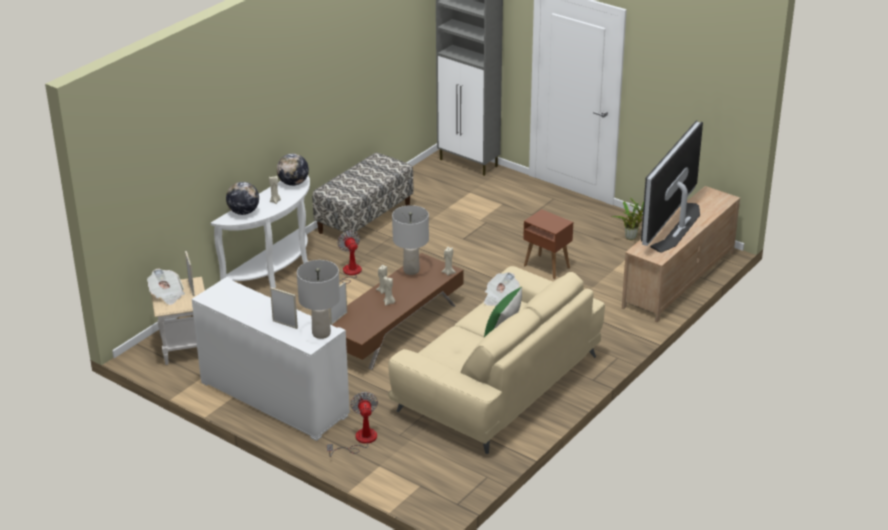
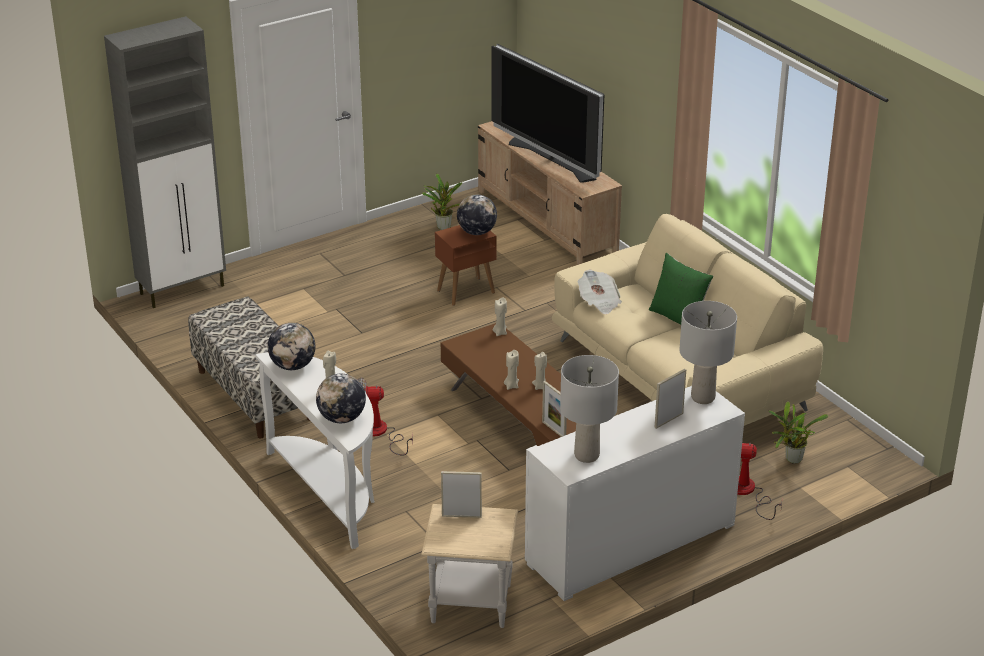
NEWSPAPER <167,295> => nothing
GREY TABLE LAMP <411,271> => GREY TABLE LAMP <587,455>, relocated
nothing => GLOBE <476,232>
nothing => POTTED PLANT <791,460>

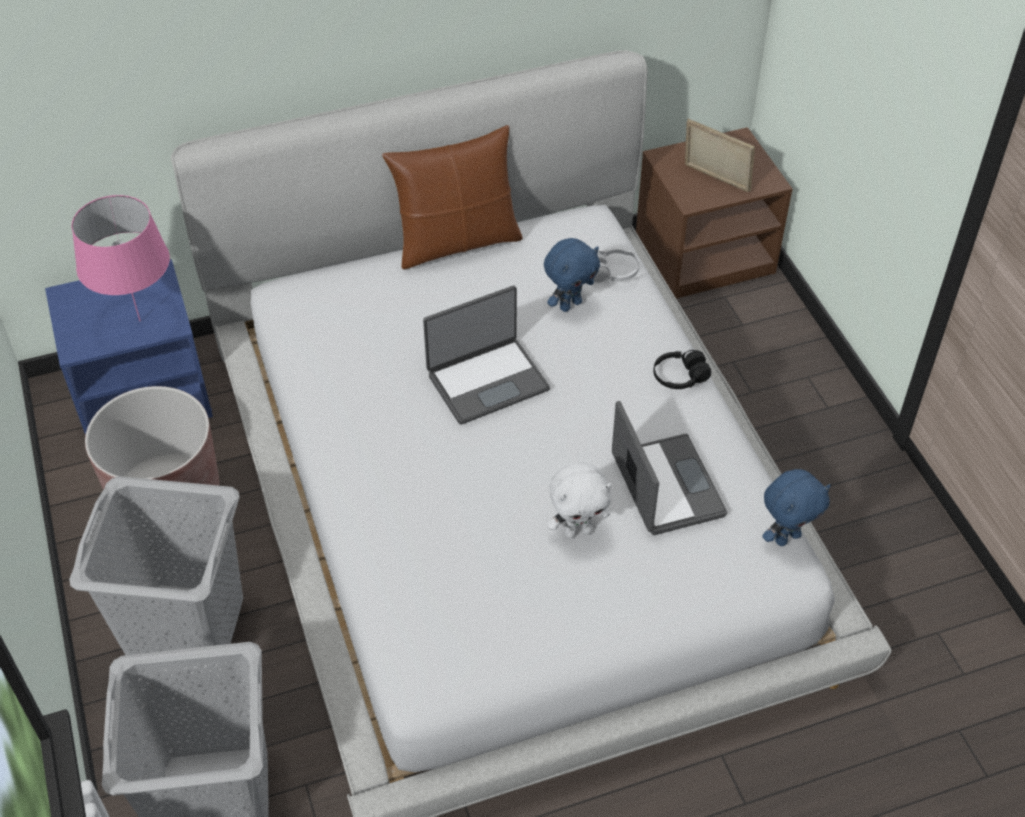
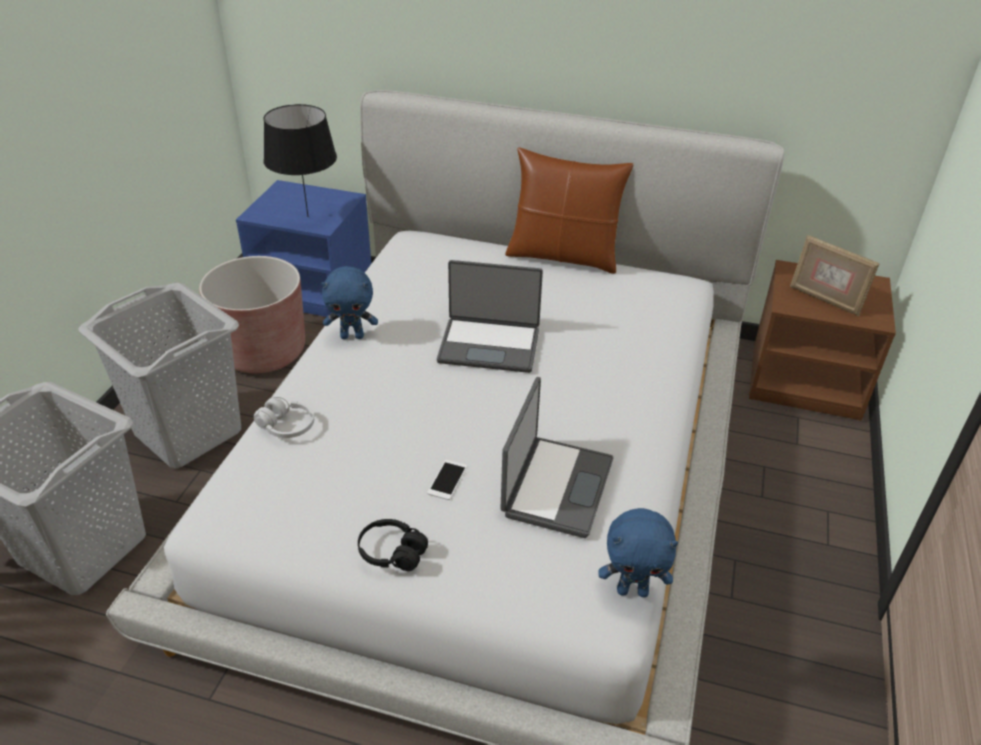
PINK TABLE LAMP <140,320> => BLACK TABLE LAMP <308,216>
BLUE PLUSH TOY <570,304> => BLUE PLUSH TOY <352,336>, relocated
WHITE PLUSH TOY <578,531> => PHONE <447,480>
WHITE HEADPHONES <612,272> => WHITE HEADPHONES <286,426>, relocated
BLACK HEADPHONES <680,377> => BLACK HEADPHONES <392,553>, relocated
PICTURE FRAME <715,179> => PICTURE FRAME <825,300>, 150 degrees clockwise

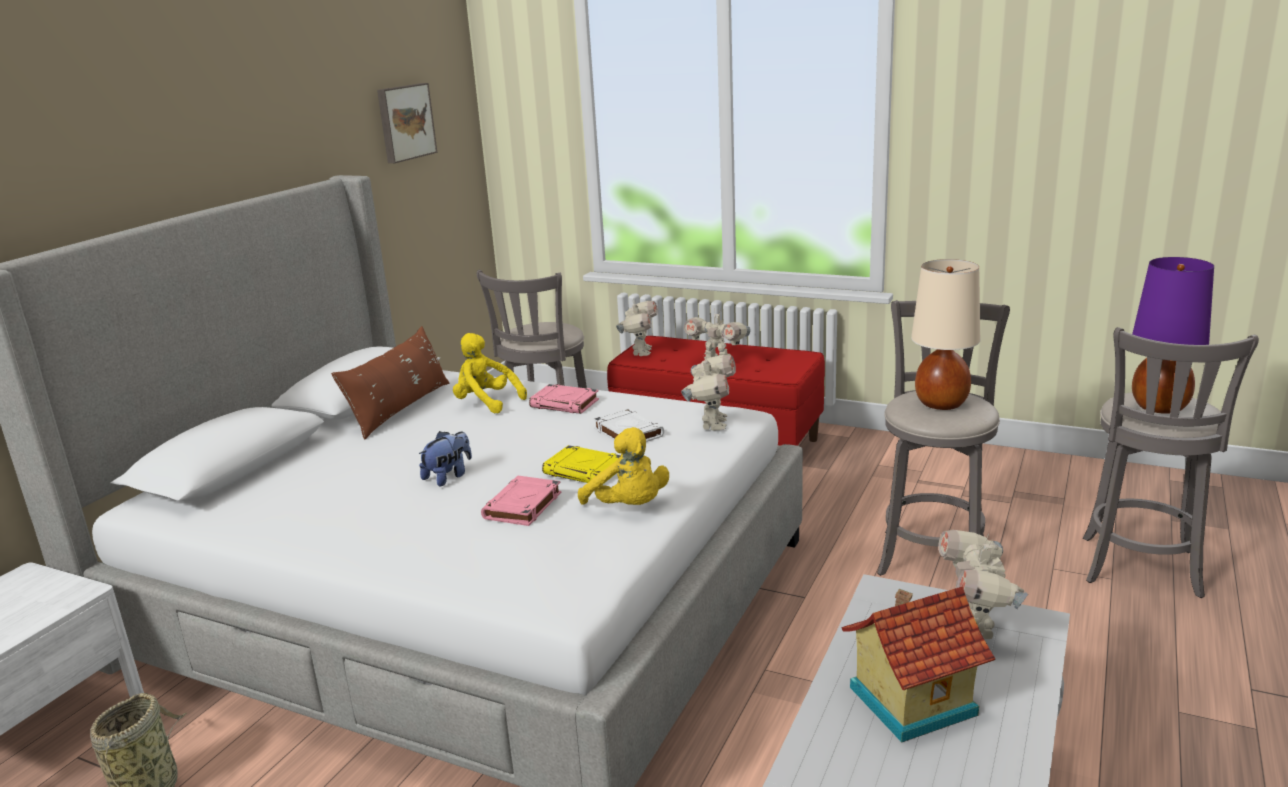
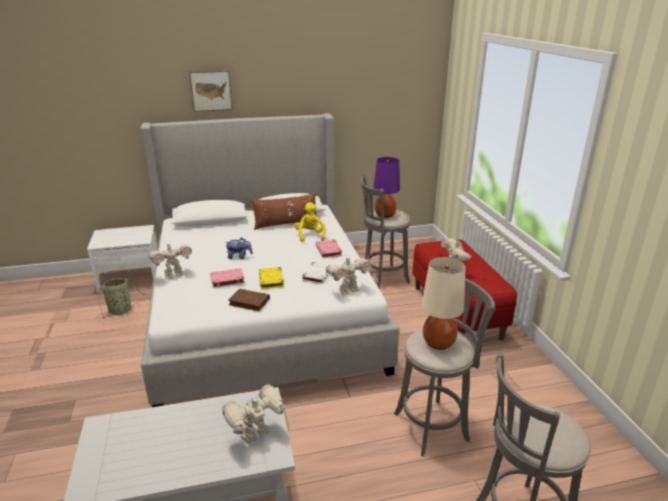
PICTURE <404,122> => PICTURE <211,90>, relocated
YELLOW PLUSH TOY <629,507> => BROWN BOOK <248,302>
TOY ROBOT <640,352> => TOY ROBOT <174,275>, relocated
TOY HOUSE <909,699> => nothing
PURPLE TABLE LAMP <1160,407> => PURPLE TABLE LAMP <385,215>, relocated

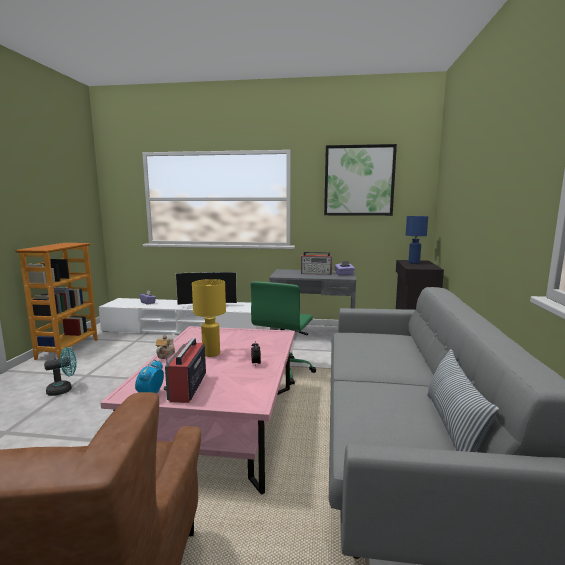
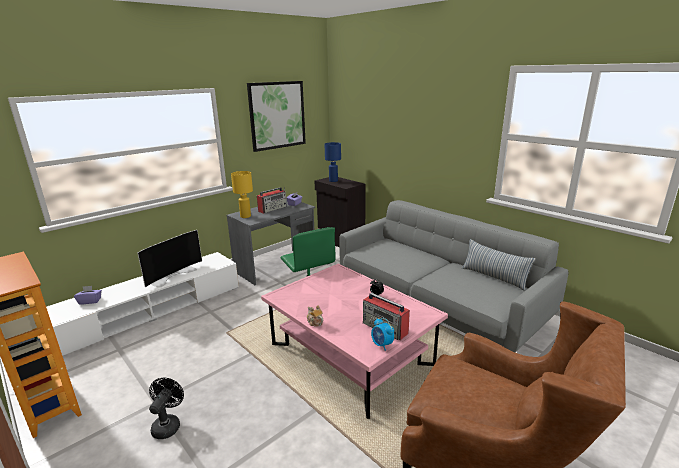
TURQUOISE FAN <64,389> => BLACK FAN <168,425>
YELLOW TABLE LAMP <211,353> => YELLOW TABLE LAMP <245,216>, relocated

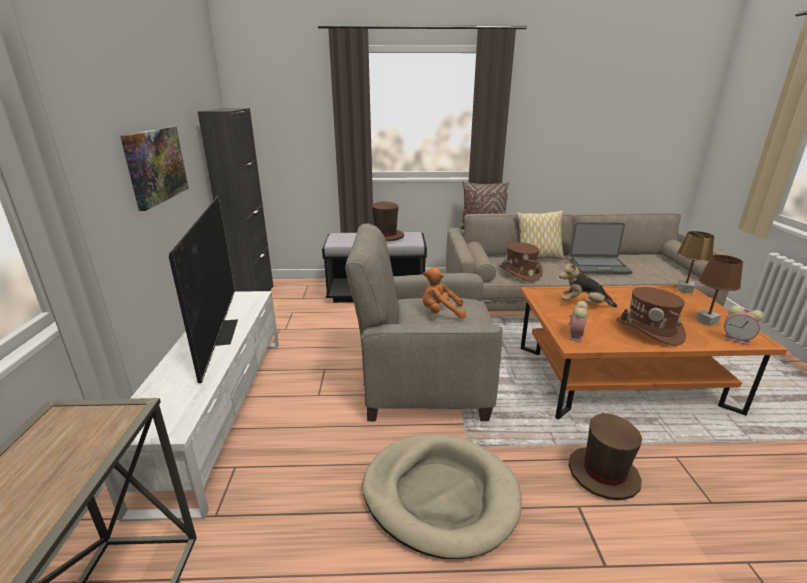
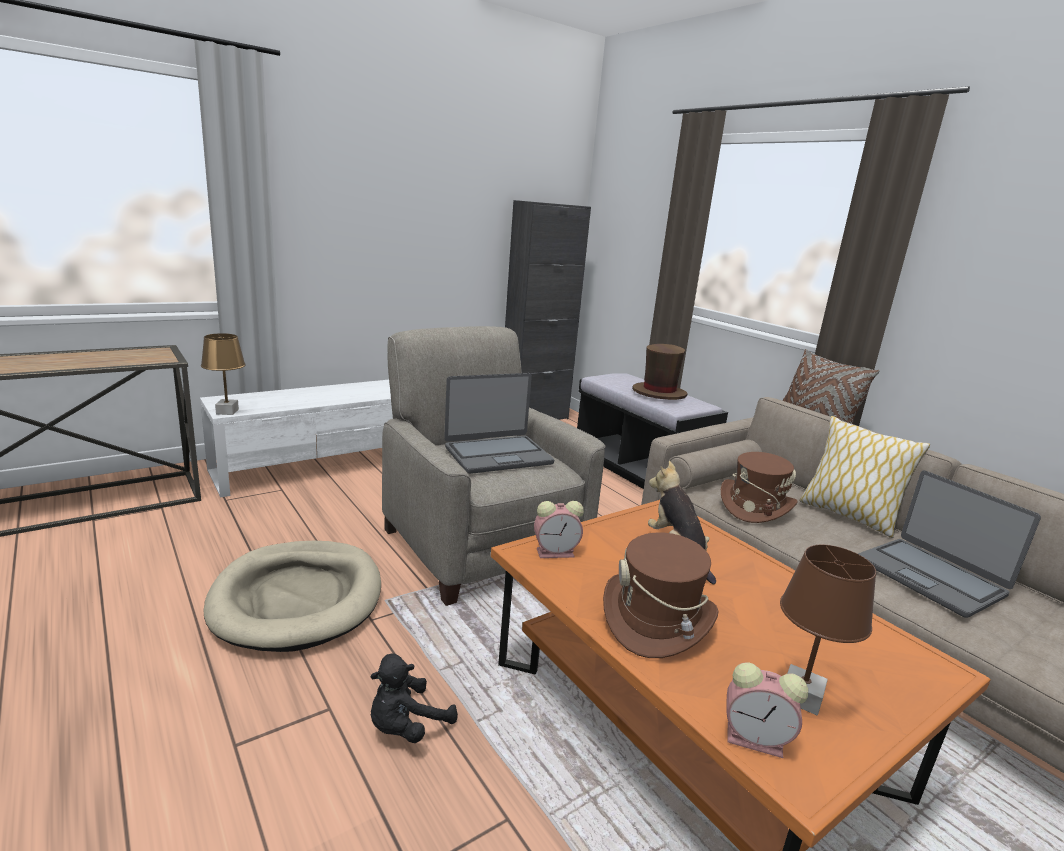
PICTURE <155,165> => nothing
TELEVISION <219,331> => nothing
ORANGE PLUSH TOY <440,313> => LAPTOP <497,455>
BROWN HAT <603,474> => BLACK PLUSH TOY <406,727>
BROWN TABLE LAMP <685,290> => BROWN TABLE LAMP <227,412>, relocated
ALARM CLOCK <737,340> => ALARM CLOCK <757,740>, 75 degrees counterclockwise

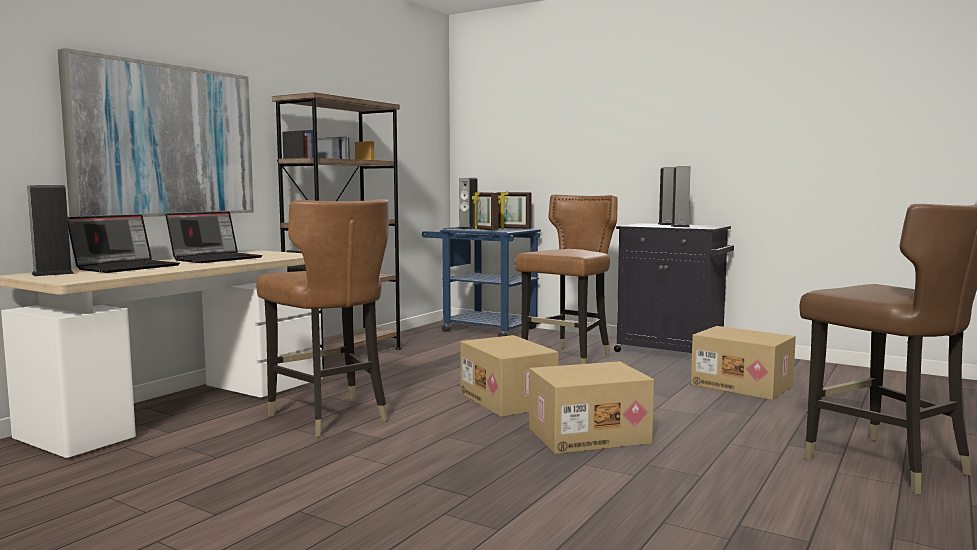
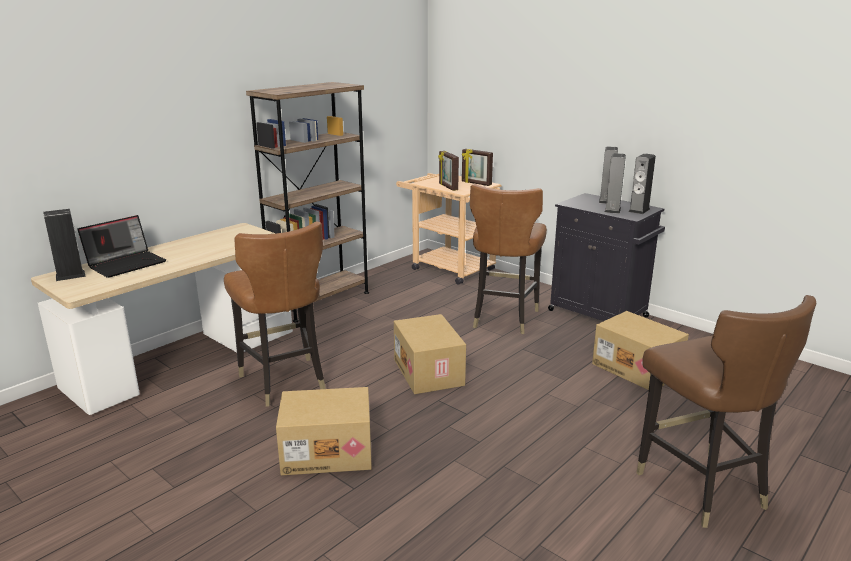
PICTURE <163,141> => nothing
LAPTOP <216,259> => nothing
BLUE CART <482,329> => BEIGE CART <447,267>
SPEAKER <468,228> => SPEAKER <639,210>, relocated
BROWN CHAIR <568,359> => BROWN CHAIR <503,318>, 150 degrees clockwise
CARDBOARD BOX <589,435> => CARDBOARD BOX <328,451>, relocated

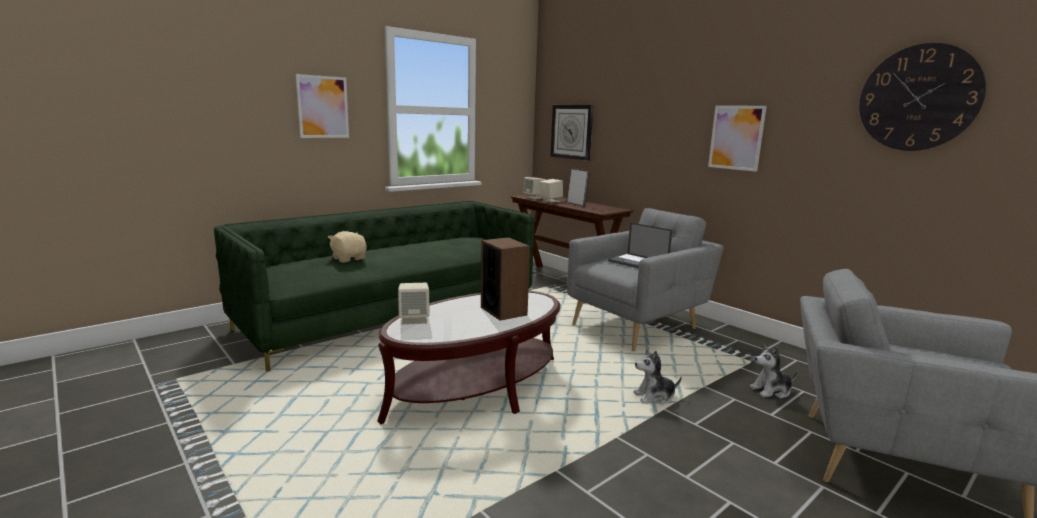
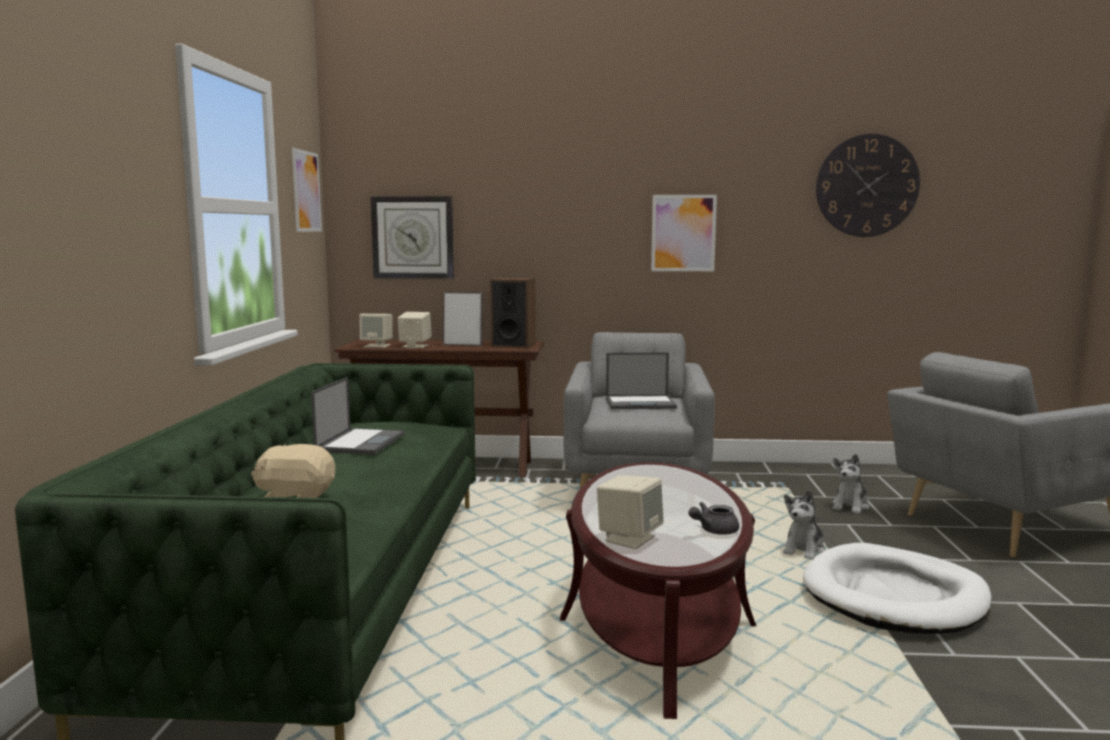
PICTURE <323,107> => PICTURE <306,191>, relocated
SPEAKER <503,311> => SPEAKER <513,345>, relocated
nothing => LAPTOP <361,442>
nothing => GREY TEAPOT <713,531>
nothing => WHITE DOG BED <894,596>

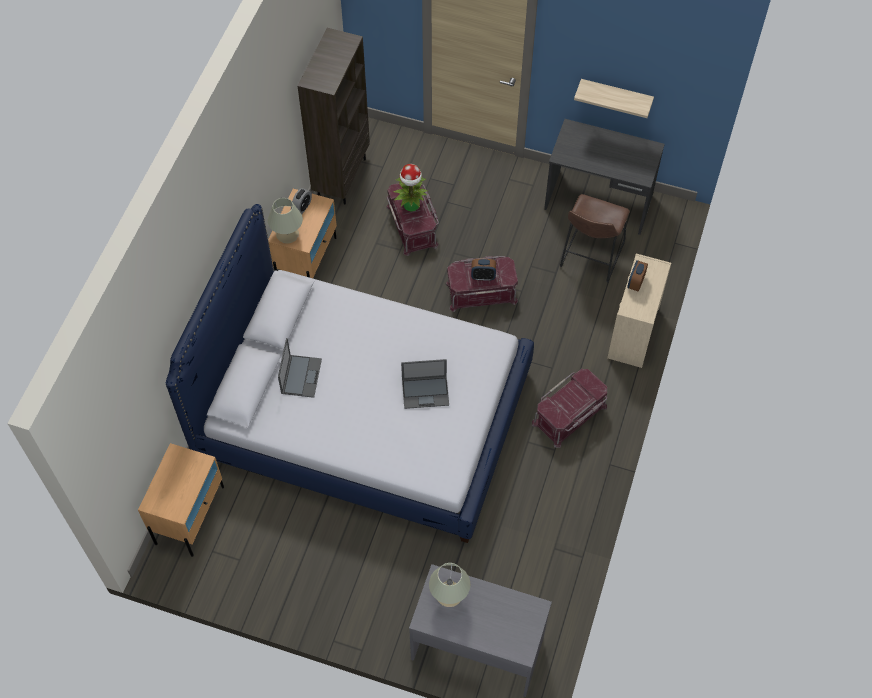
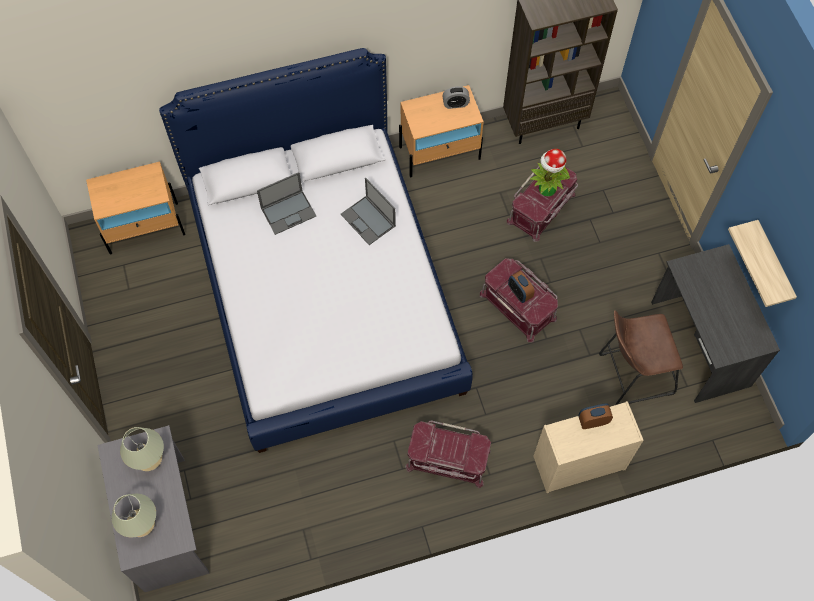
BEIGE TABLE LAMP <287,234> => BEIGE TABLE LAMP <140,523>, relocated
LAPTOP <426,392> => LAPTOP <368,220>, relocated

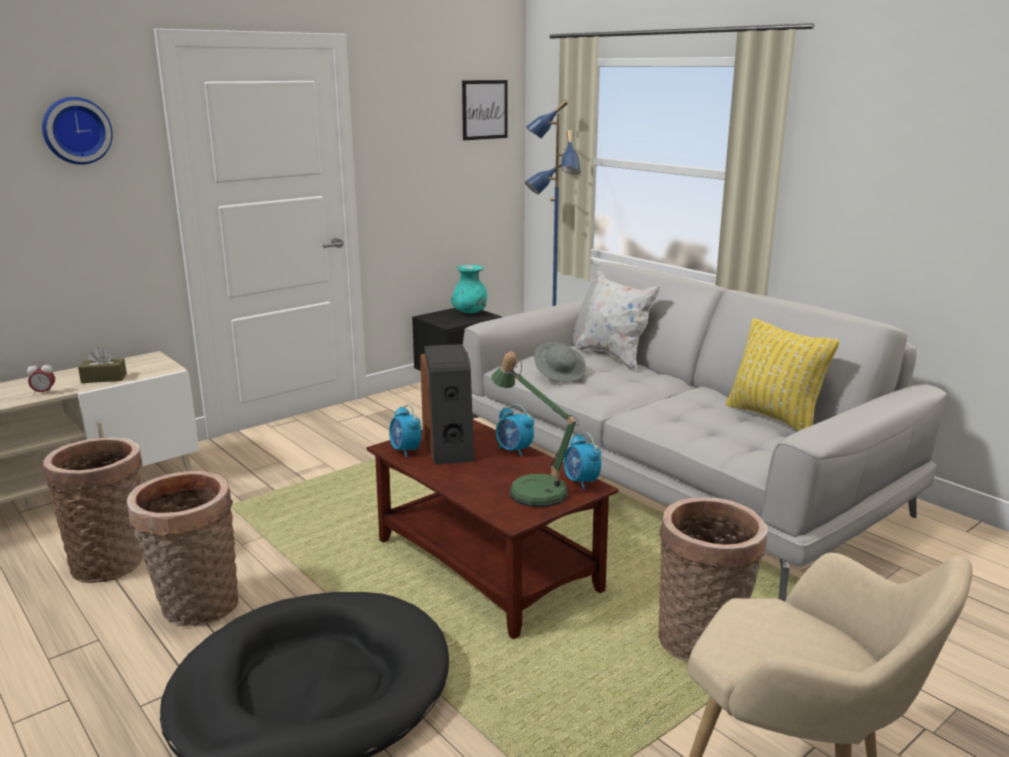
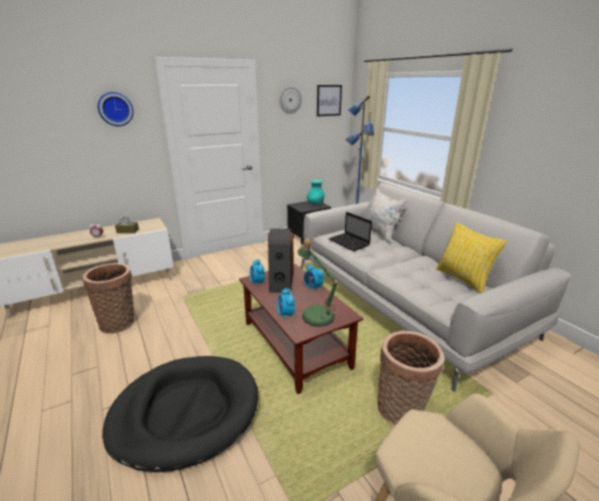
BASKET <195,608> => nothing
GREY HAT <560,374> => LAPTOP <349,243>
ALARM CLOCK <581,482> => ALARM CLOCK <286,314>, relocated
nothing => WALL CLOCK <290,100>

